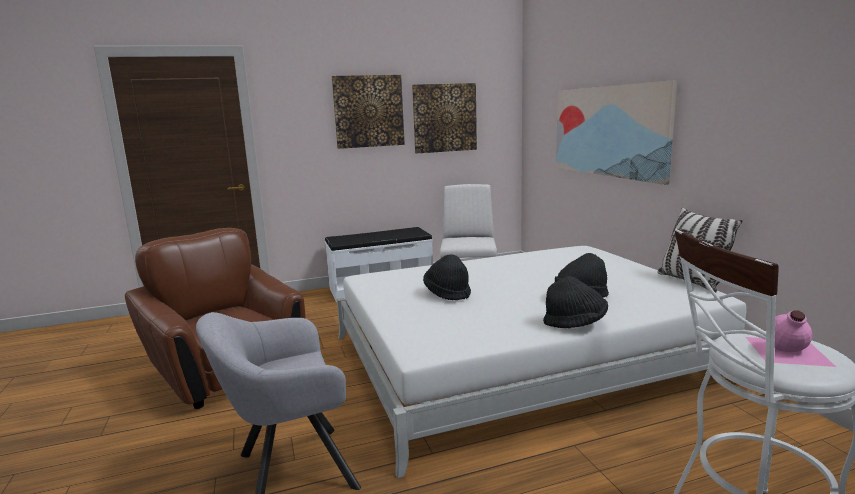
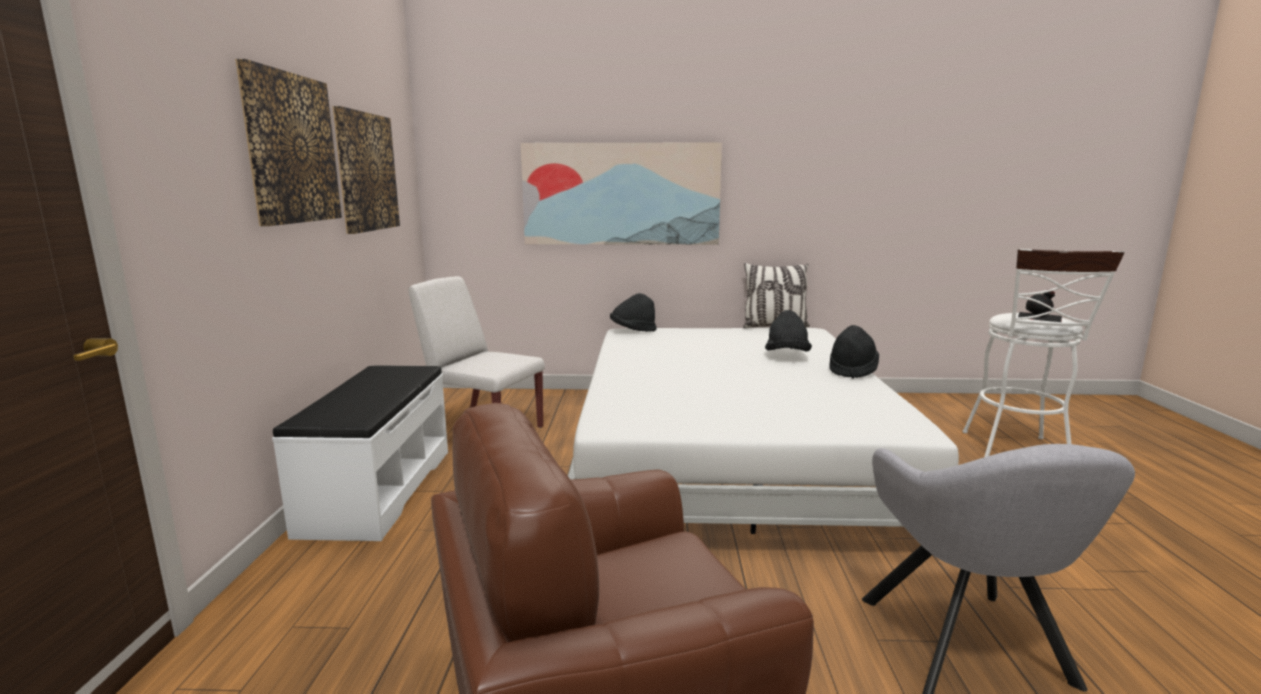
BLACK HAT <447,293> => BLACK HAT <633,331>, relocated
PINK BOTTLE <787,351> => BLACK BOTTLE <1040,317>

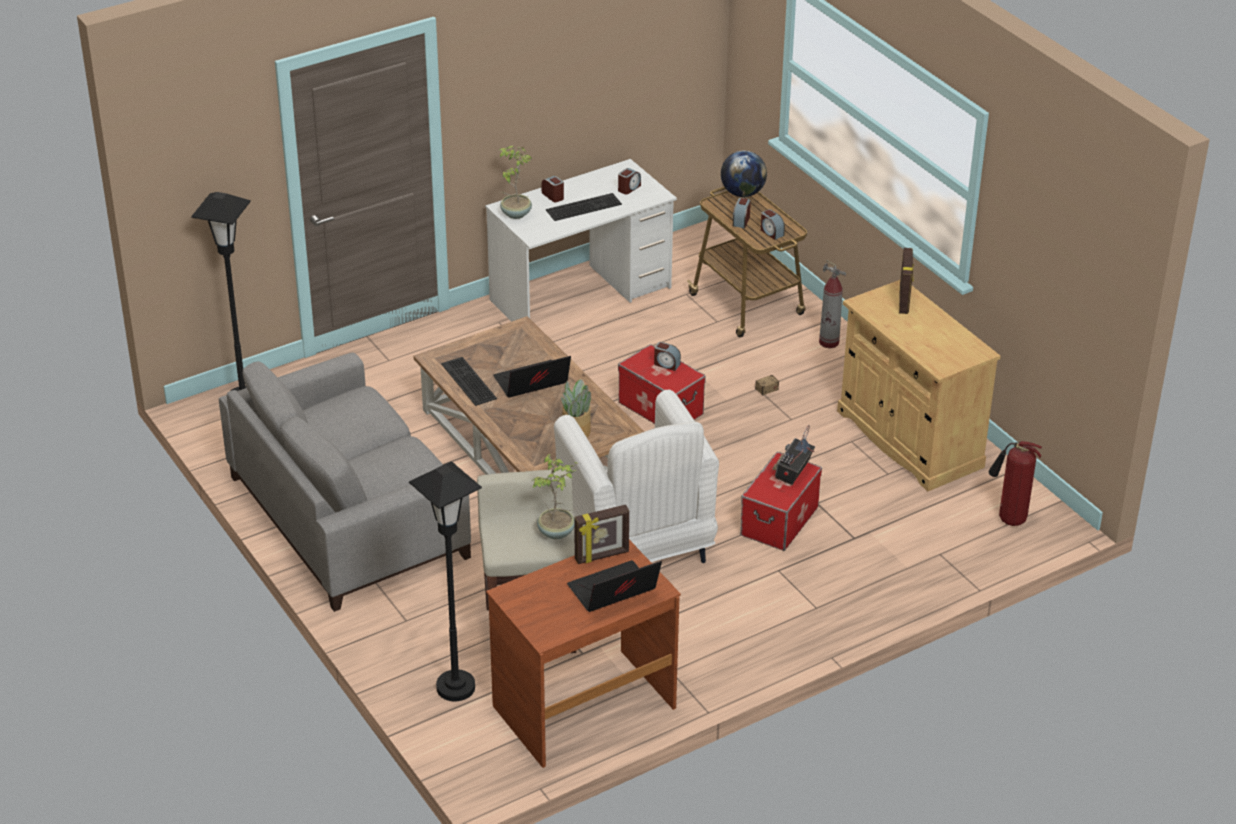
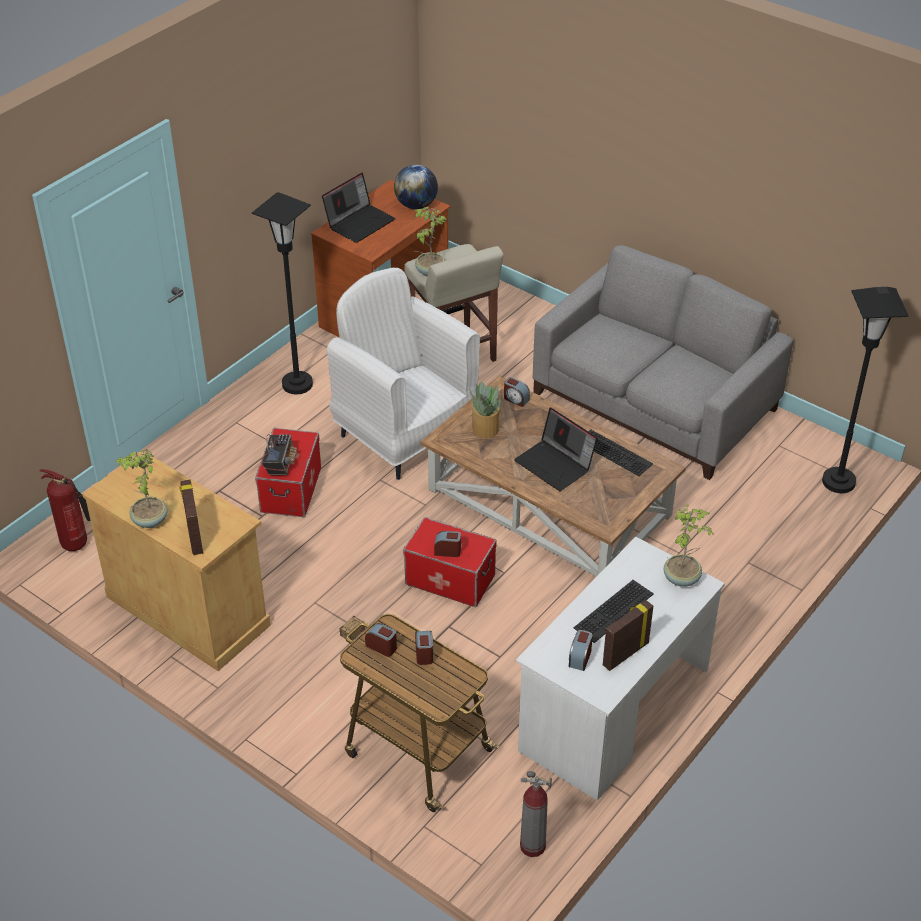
BLACK FLOOR LAMP <455,687> => BLACK FLOOR LAMP <297,384>, relocated
LAPTOP <531,384> => LAPTOP <555,464>, 90 degrees clockwise
ALARM CLOCK <553,196> => ALARM CLOCK <515,399>, relocated
PICTURE FRAME <602,556> => PICTURE FRAME <625,654>, relocated
GLOBE <742,193> => GLOBE <416,205>, relocated
FIRE EXTINGUISHER <829,342> => FIRE EXTINGUISHER <532,846>, relocated
nothing => POTTED PLANT <149,521>

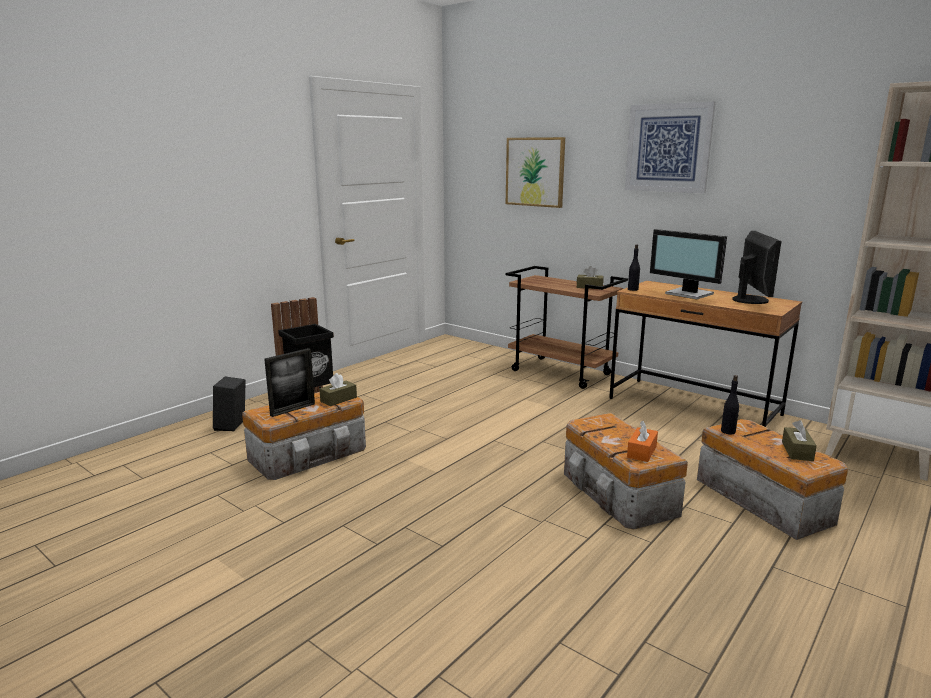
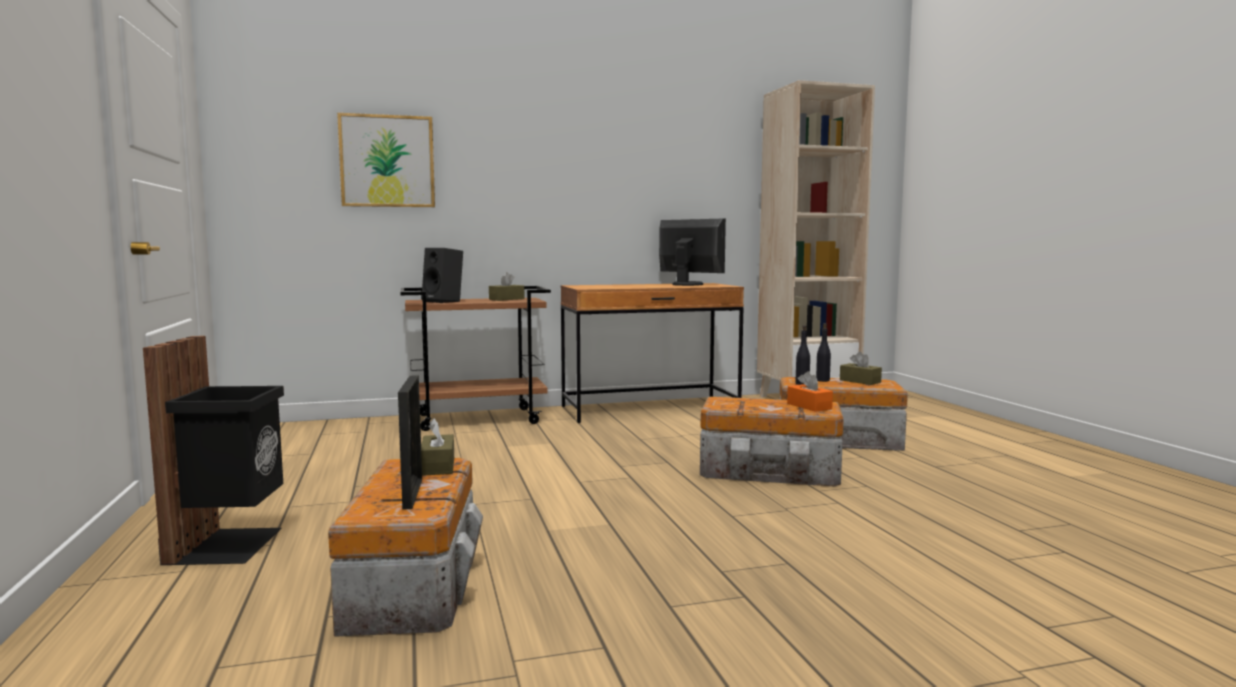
BLACK SPEAKER <232,426> => BLACK SPEAKER <444,301>, relocated
PICTURE <668,148> => nothing
BLACK BOTTLE <633,289> => BLACK BOTTLE <822,380>, relocated
MONITOR <689,294> => nothing

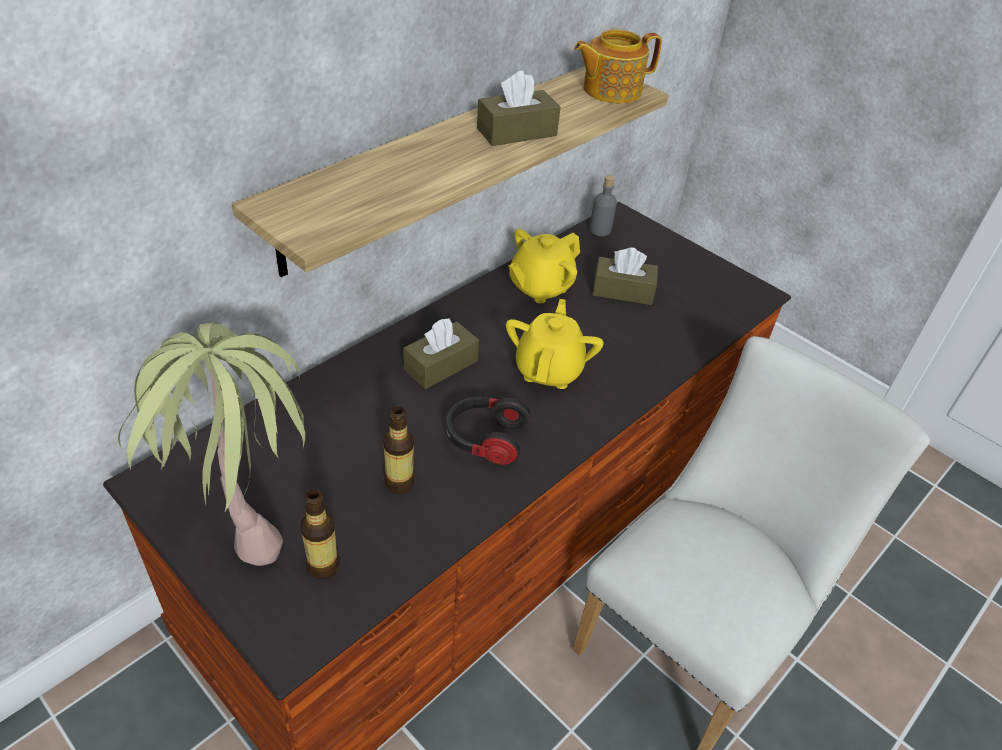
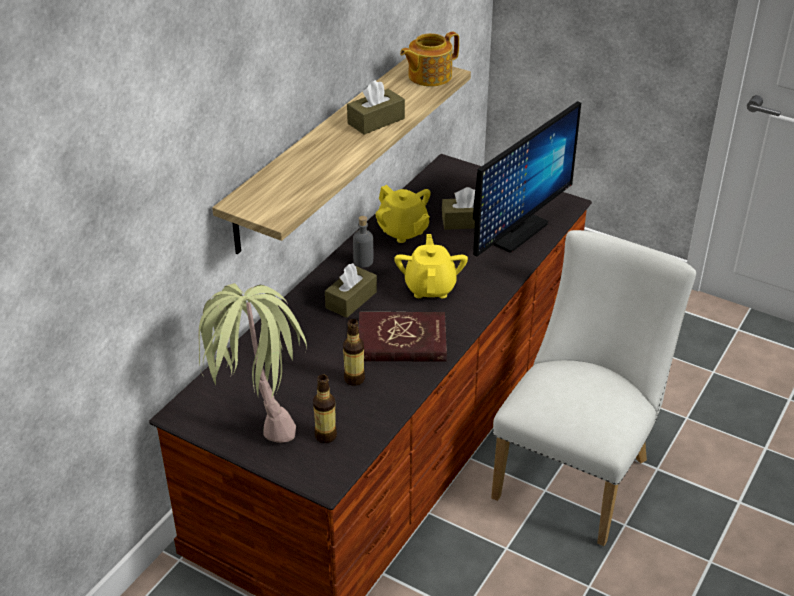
HEADPHONES <484,439> => RED BOOK <402,341>
YELLOW TEAPOT <540,287> => YELLOW TEAPOT <403,231>, 75 degrees counterclockwise
GREY BOTTLE <600,230> => GREY BOTTLE <363,261>, relocated
nothing => MONITOR <515,231>

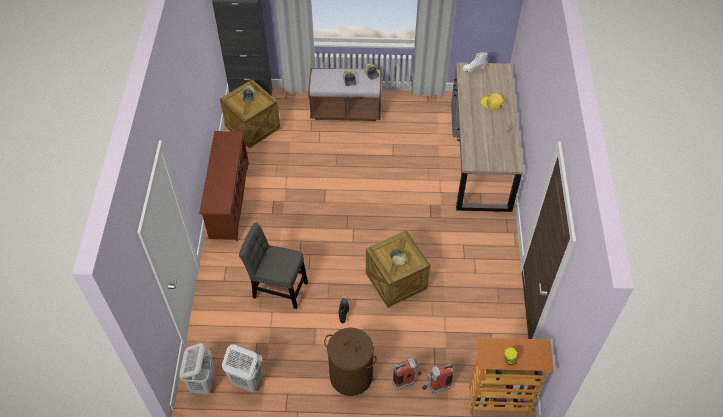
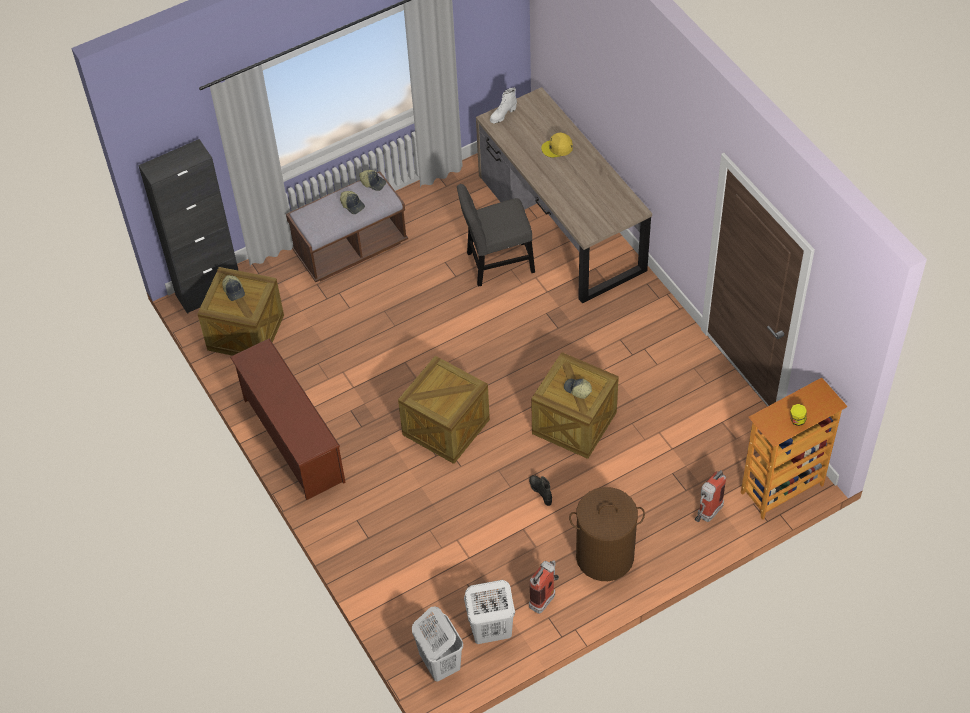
GREY CHAIR <277,288> => GREY CHAIR <496,264>, relocated
FIRE EXTINGUISHER <407,382> => FIRE EXTINGUISHER <545,597>, relocated
nothing => CRATE <446,427>

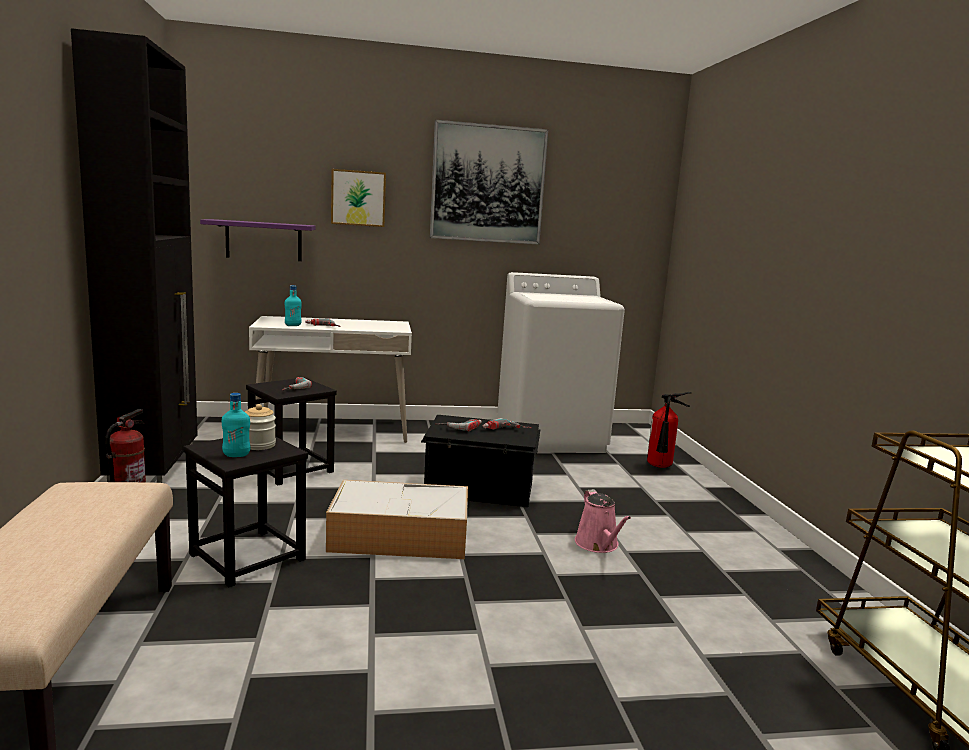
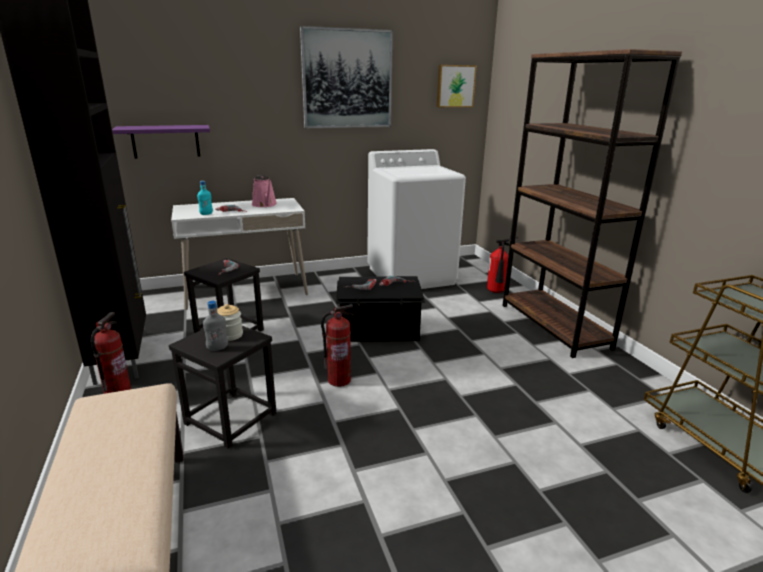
TURQUOISE BOTTLE <236,455> => GREY BOTTLE <217,348>
STORAGE BOX <402,536> => FIRE EXTINGUISHER <339,380>
PICTURE <358,198> => PICTURE <455,86>, relocated
PINK WATERING CAN <598,545> => PINK WATERING CAN <265,205>, relocated
nothing => BROWN BOOKCASE <554,326>

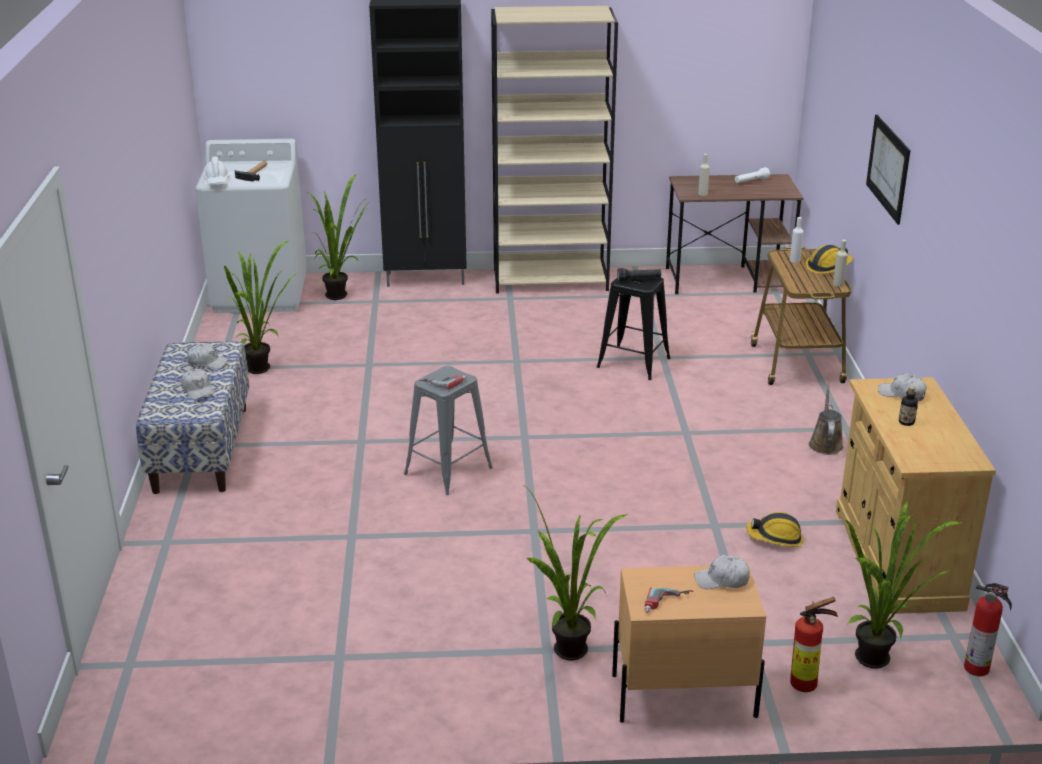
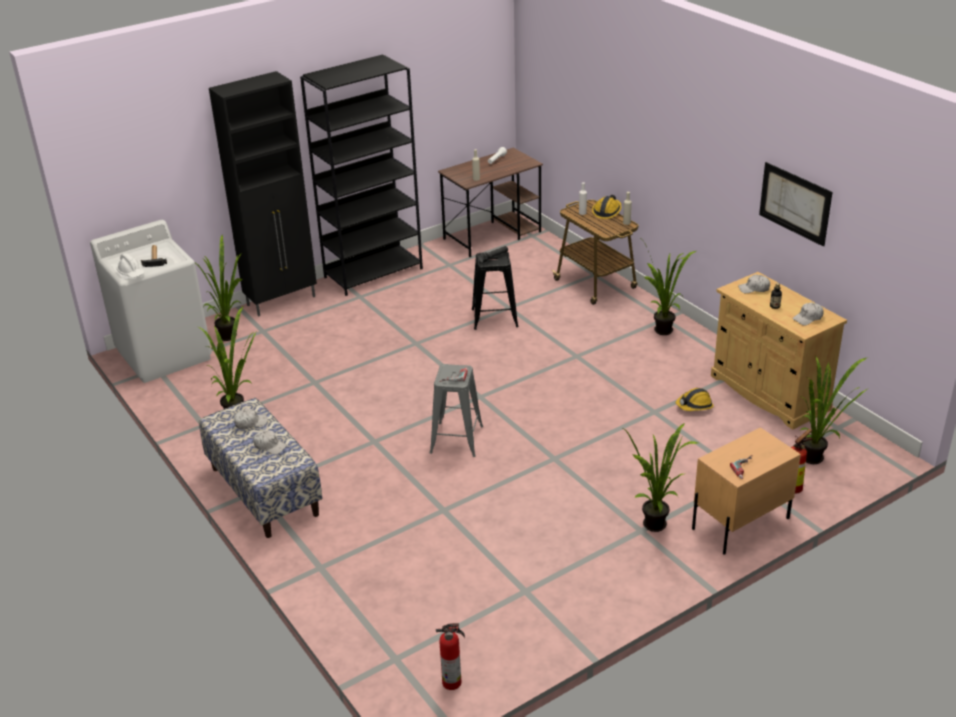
BEIGE BOOKCASE <551,280> => BLACK BOOKCASE <374,273>
WHITE CAP <722,580> => WHITE CAP <808,318>, relocated
BROWN WATERING CAN <825,443> => POTTED PLANT <663,333>
PICTURE <888,168> => PICTURE <795,203>, relocated
FIRE EXTINGUISHER <978,668> => FIRE EXTINGUISHER <453,682>, relocated

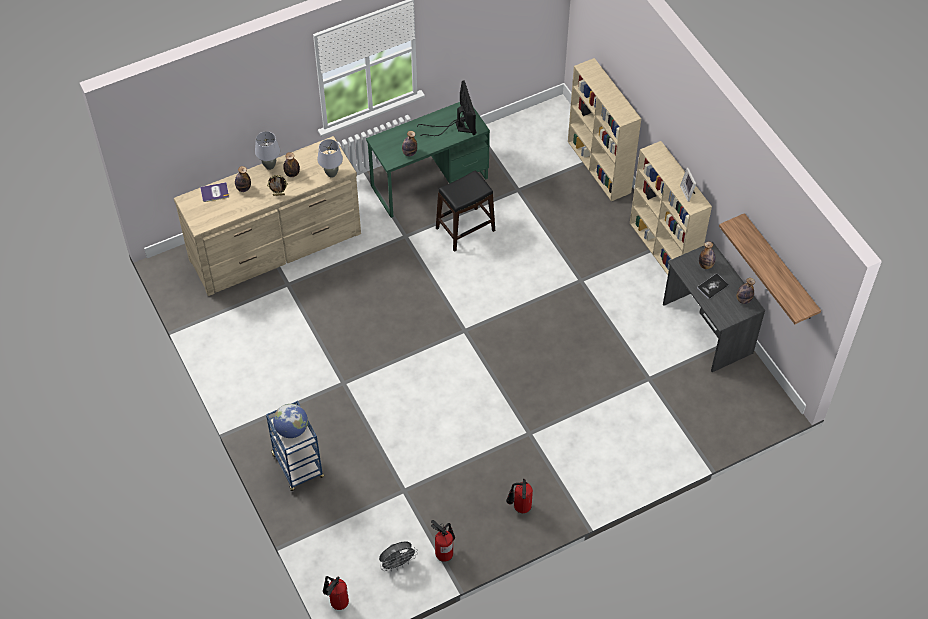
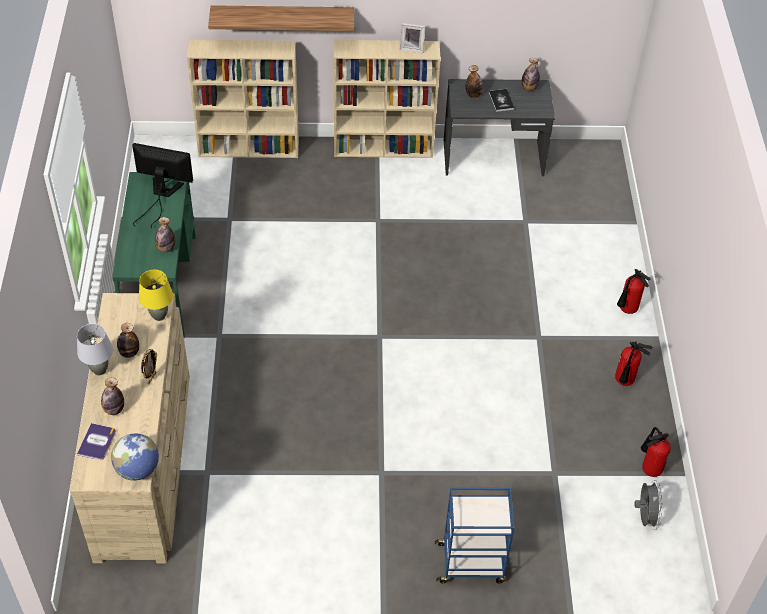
GLOBE <292,429> => GLOBE <137,469>, relocated
GREY TABLE LAMP <331,174> => YELLOW TABLE LAMP <159,316>
FIRE EXTINGUISHER <336,602> => FIRE EXTINGUISHER <626,310>, relocated
BLACK STOOL <465,229> => nothing
SHELF <779,268> => SHELF <283,17>, relocated

